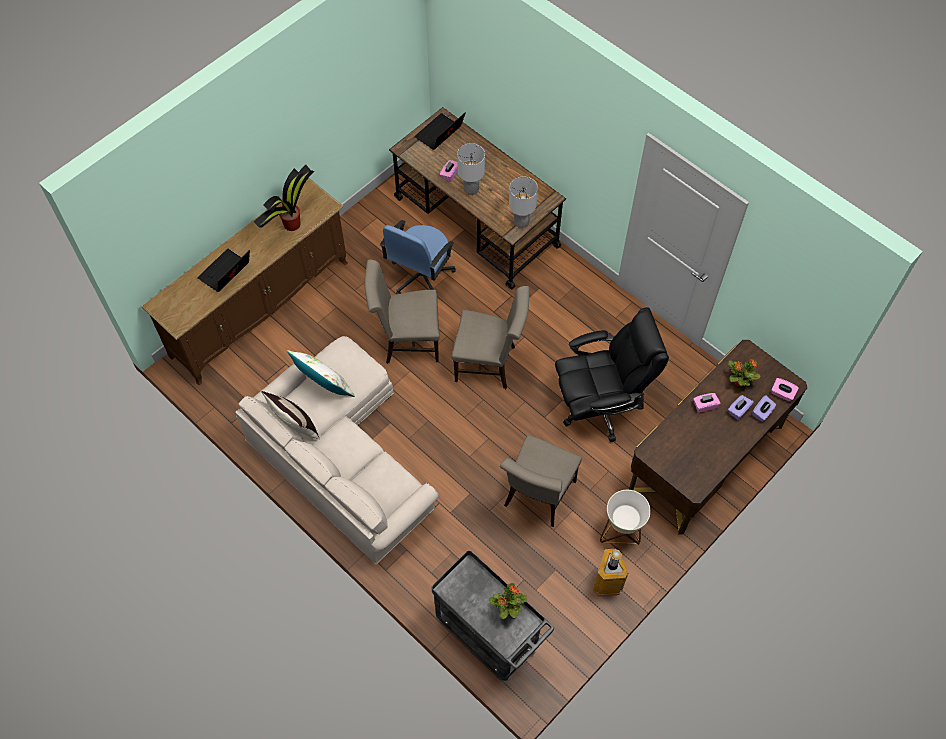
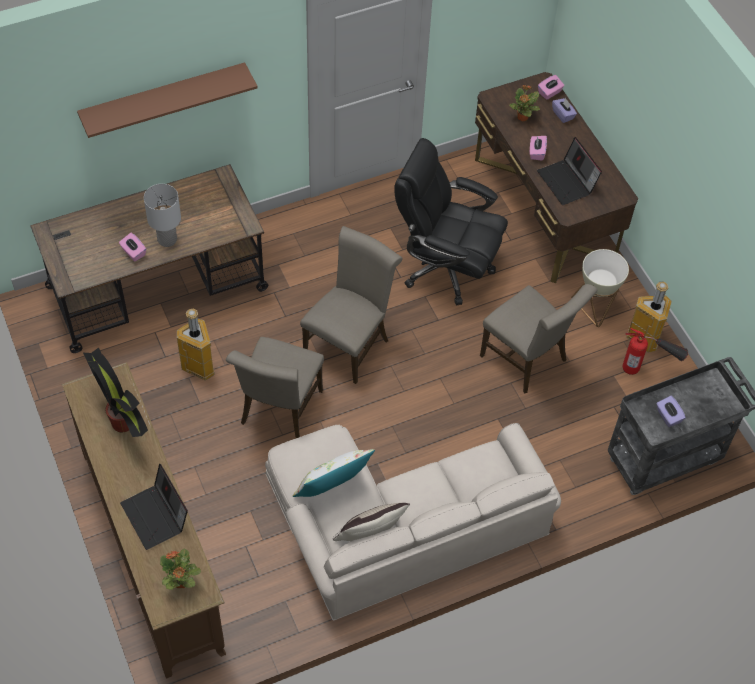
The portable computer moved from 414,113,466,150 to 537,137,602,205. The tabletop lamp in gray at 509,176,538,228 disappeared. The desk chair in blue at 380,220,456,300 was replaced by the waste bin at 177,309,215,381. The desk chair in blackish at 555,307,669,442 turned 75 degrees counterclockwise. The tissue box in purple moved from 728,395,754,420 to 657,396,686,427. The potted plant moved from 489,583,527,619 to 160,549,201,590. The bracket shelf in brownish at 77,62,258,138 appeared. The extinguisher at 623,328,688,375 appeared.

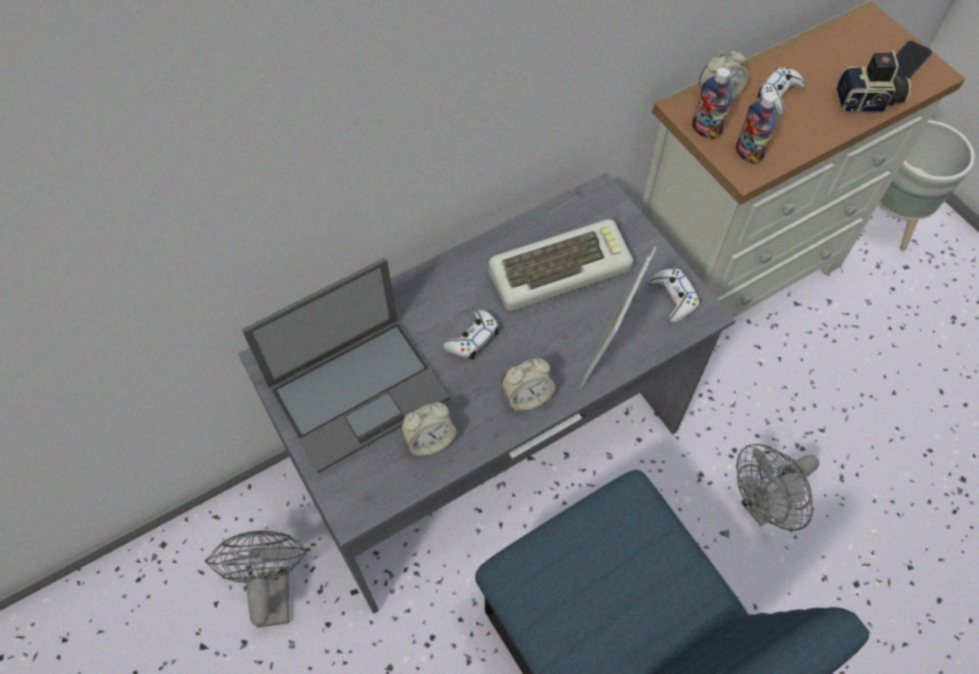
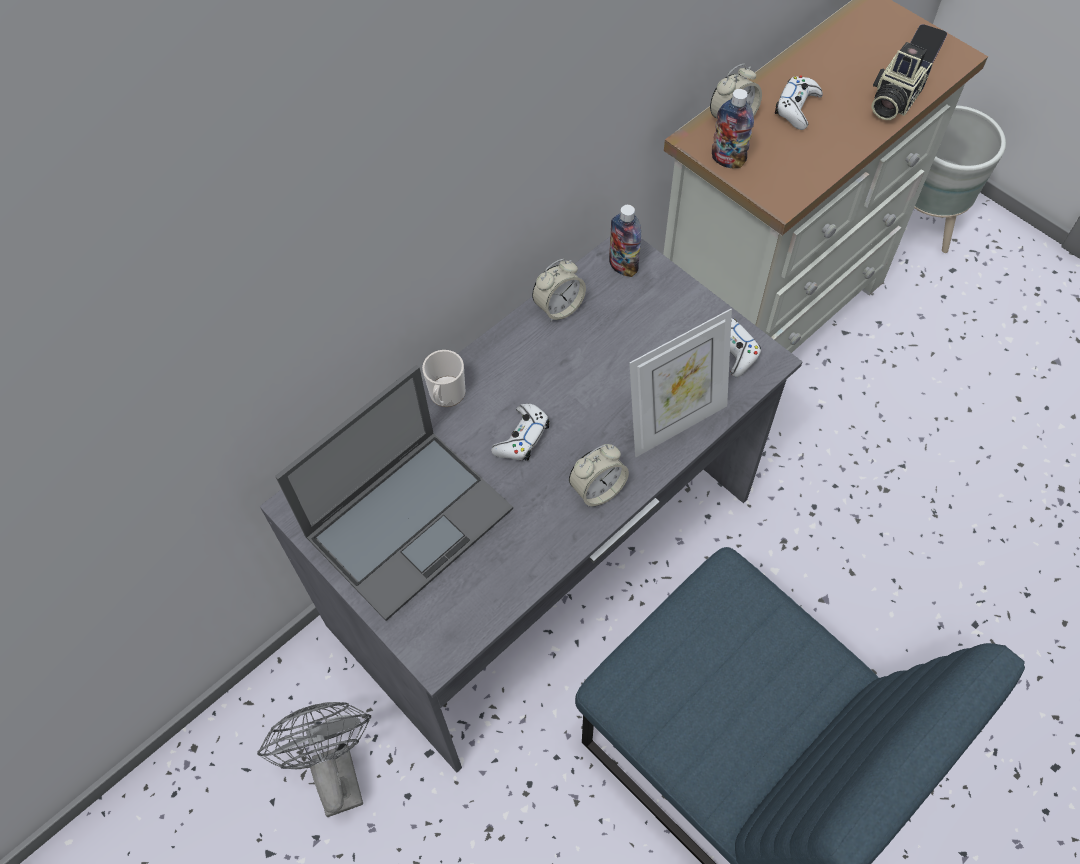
The photo camera at 836,50,911,113 turned 135 degrees clockwise. The drink bottle moved from 736,92,778,164 to 609,205,641,277. The keyboard at 489,219,633,311 disappeared. The standing frame at 580,247,656,388 turned 135 degrees counterclockwise. The alarm clock moved from 401,402,456,456 to 532,258,586,322. The electric fan in gray at 737,444,819,531 disappeared. The tea mug at 422,350,466,407 appeared.

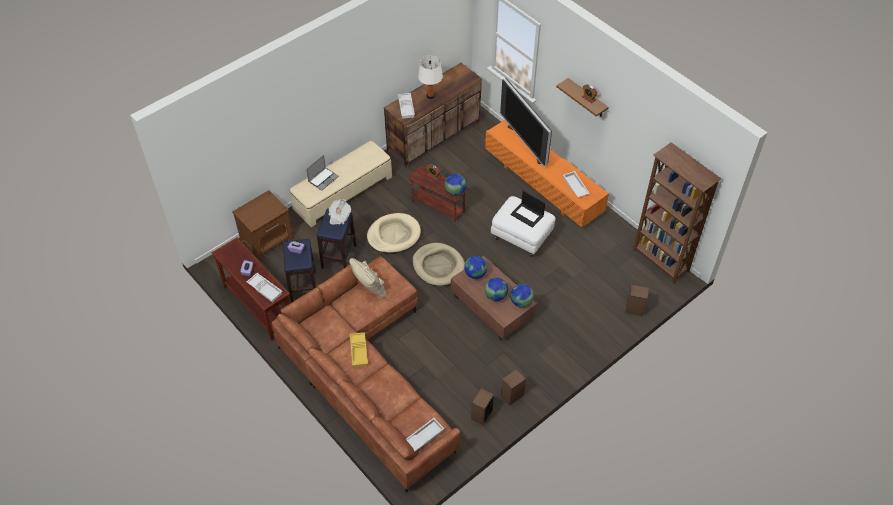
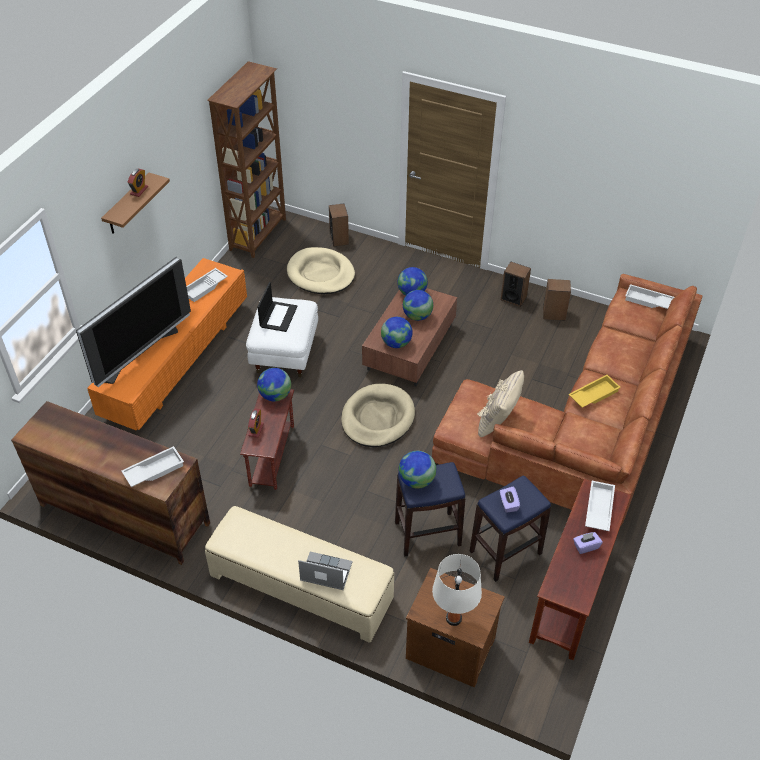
The tabletop lamp in white moved from 418,55,443,99 to 432,554,482,626. The printed paper at 328,199,351,225 was replaced by the world globe at 399,451,436,489. The dog bed in beige moved from 367,213,421,254 to 287,247,355,294.

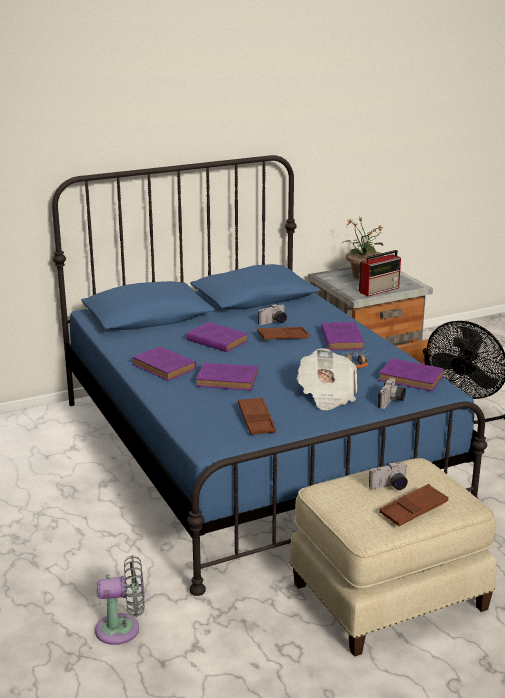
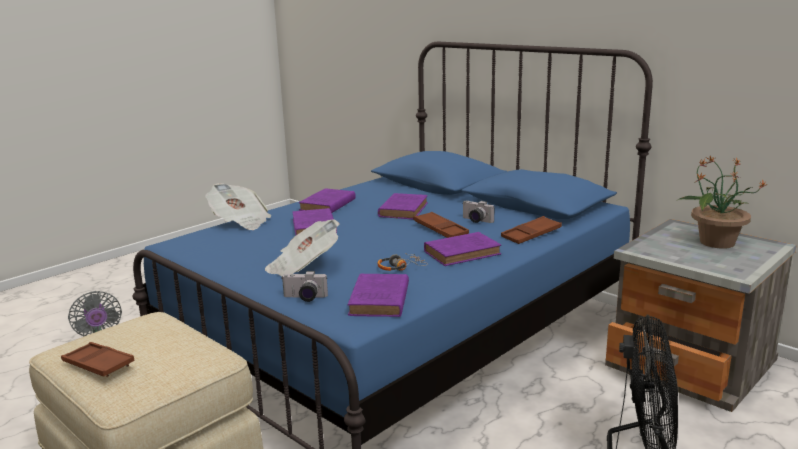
The radio at 359,250,401,296 disappeared. The tray in brownish moved from 238,397,276,435 to 501,216,562,244. The photo camera at 369,462,408,490 disappeared. The printed paper at 205,183,271,230 appeared.

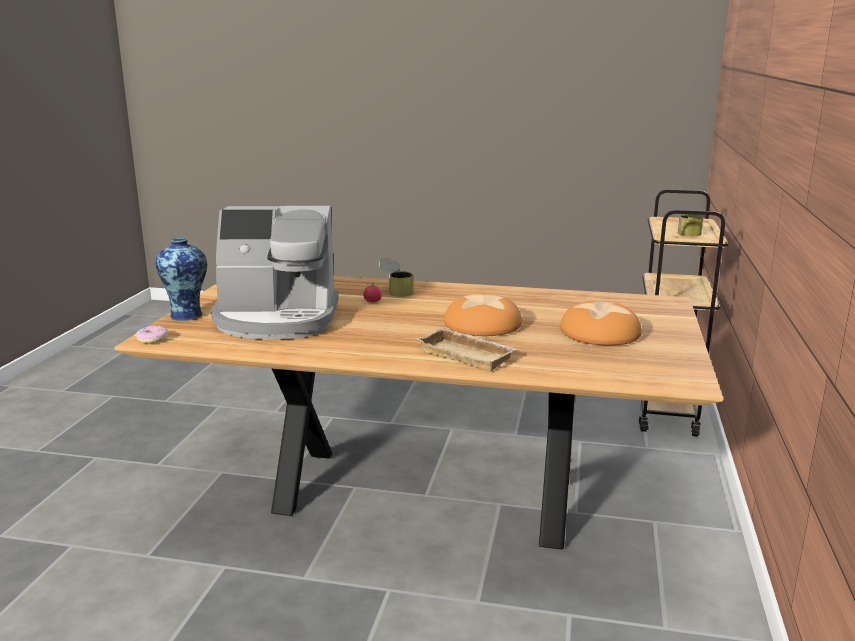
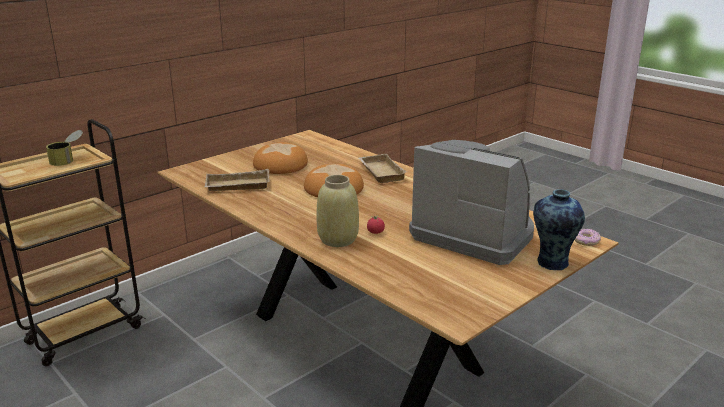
The can at 379,258,414,297 was replaced by the flower vase in beige at 316,175,359,247. The tray in beige at 205,169,270,191 appeared.

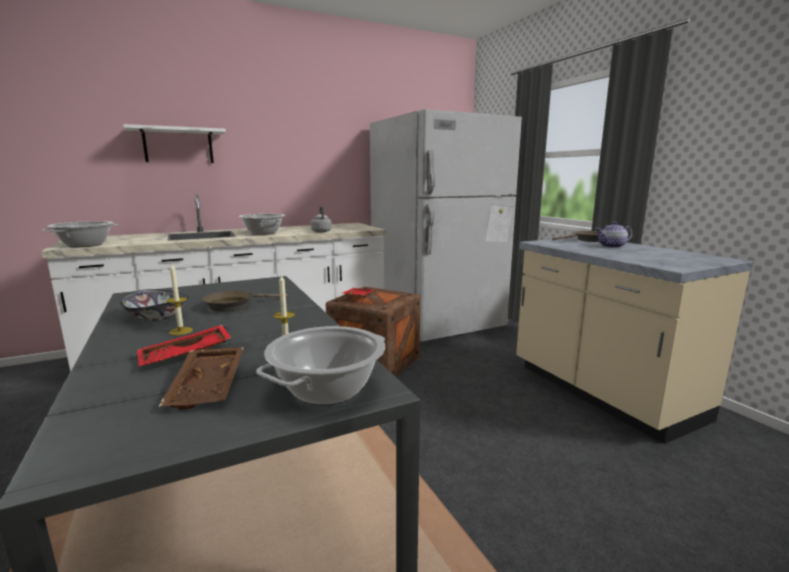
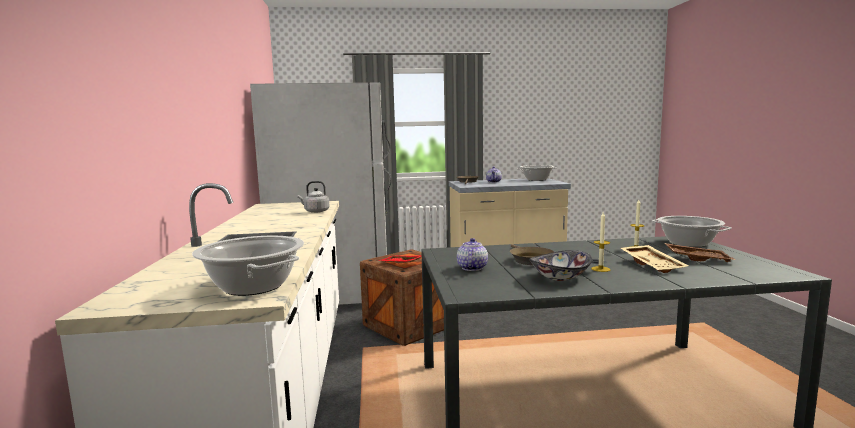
The bracket shelf in white at 123,124,226,163 disappeared. The saucepot moved from 239,214,285,235 to 517,165,556,181. The tray in red-coloured at 137,325,231,366 became the tray in beige at 621,245,689,273. The pot for tea at 457,238,488,271 appeared.

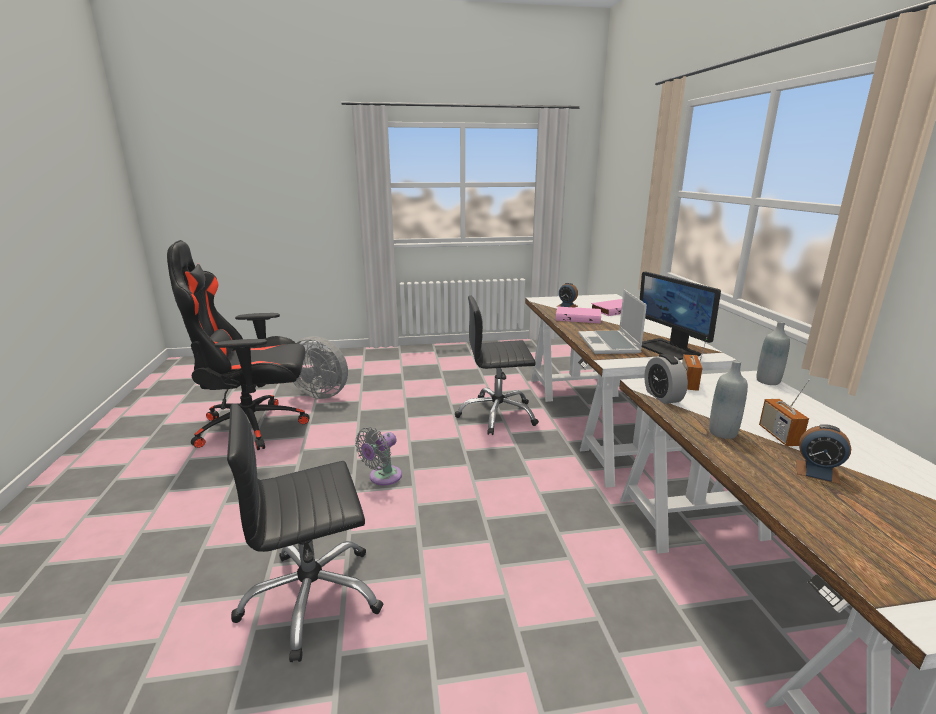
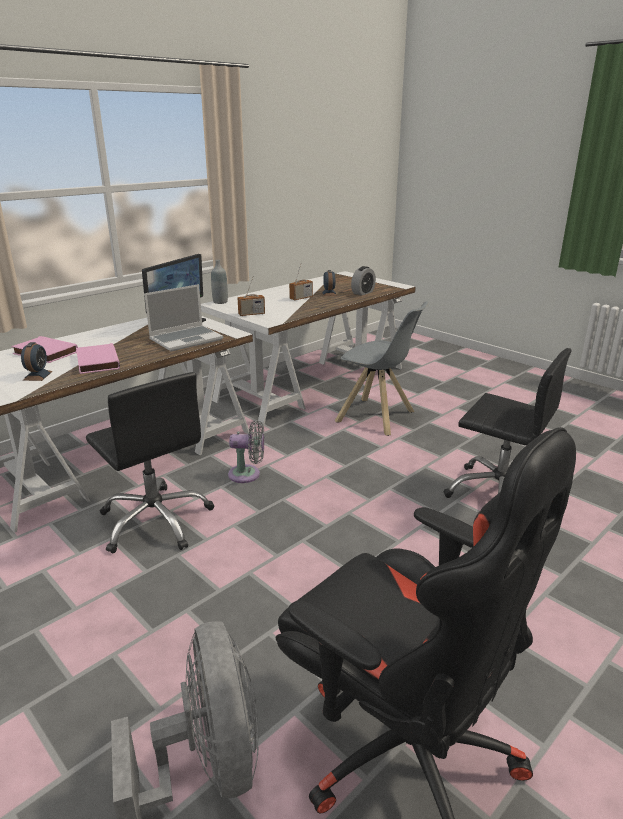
The alarm clock moved from 644,354,688,404 to 351,266,376,295. The drink bottle in gray at 709,360,748,439 disappeared. The electric fan in gray moved from 355,427,402,485 to 228,420,265,483. The upright chair in gray at 335,301,429,436 appeared.

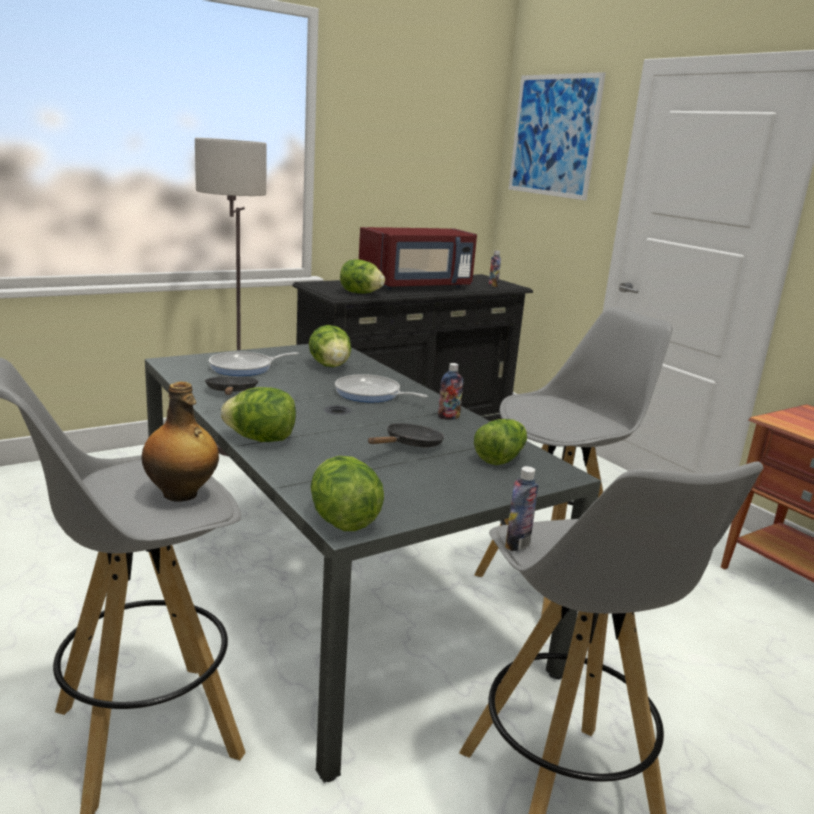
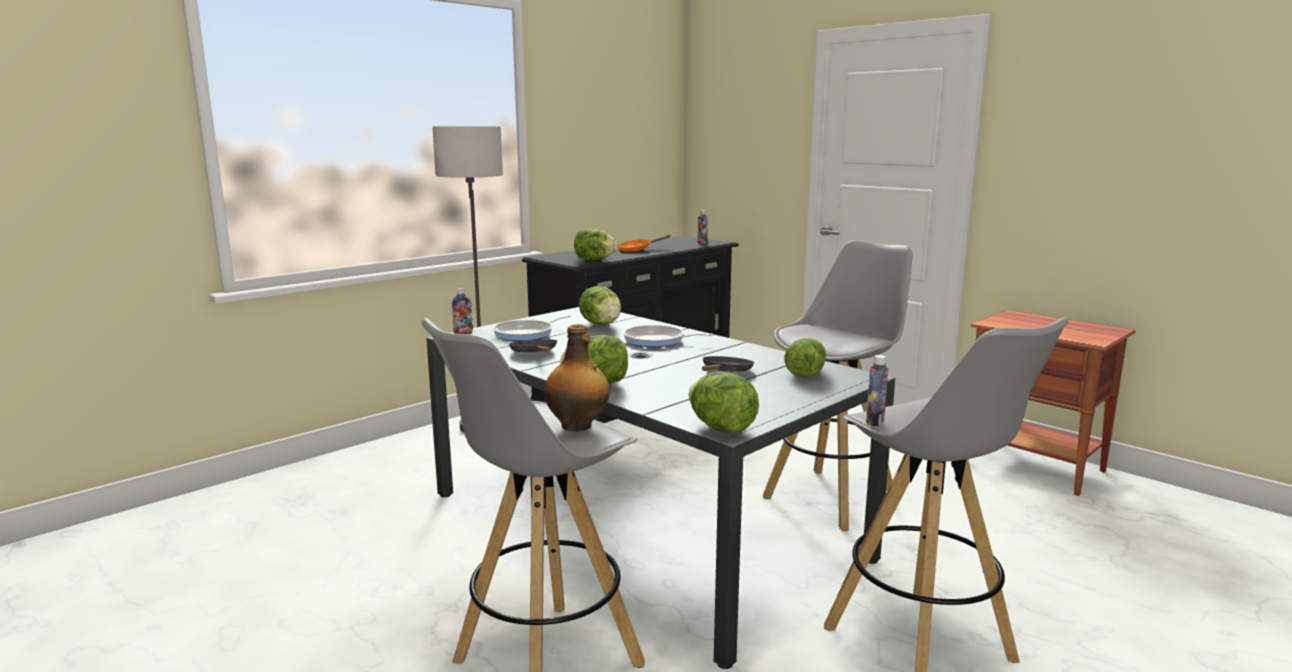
The picture at 509,72,606,200 disappeared. The microwave in red-coloured at 359,227,477,290 was replaced by the pan in orange-coloured at 618,235,670,252. The drink bottle moved from 438,363,463,420 to 452,288,473,334.

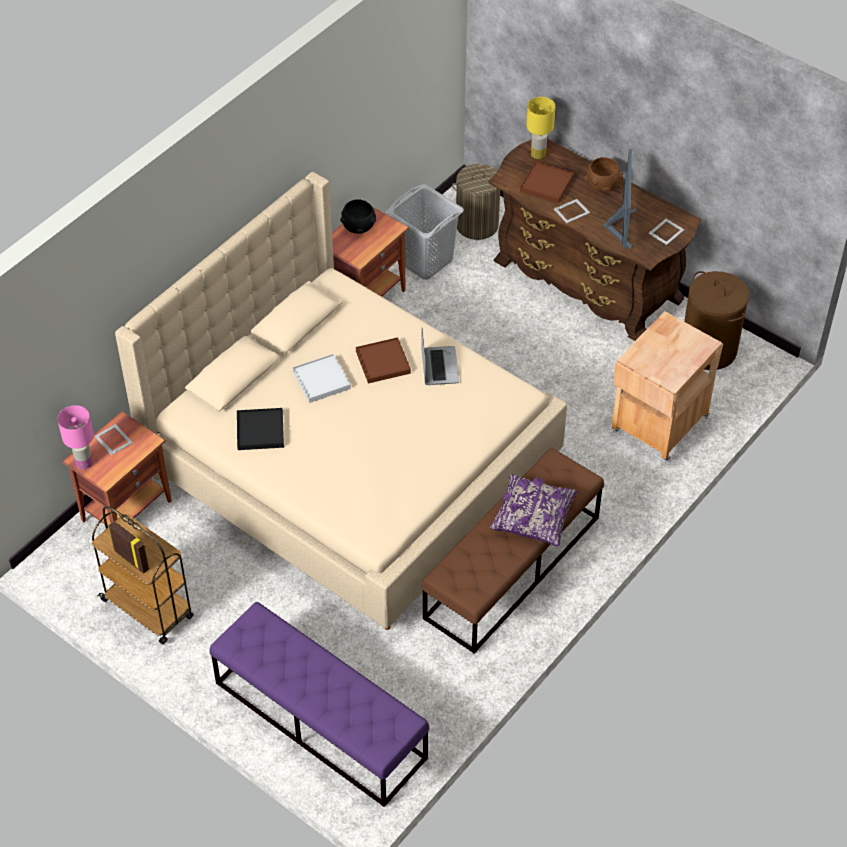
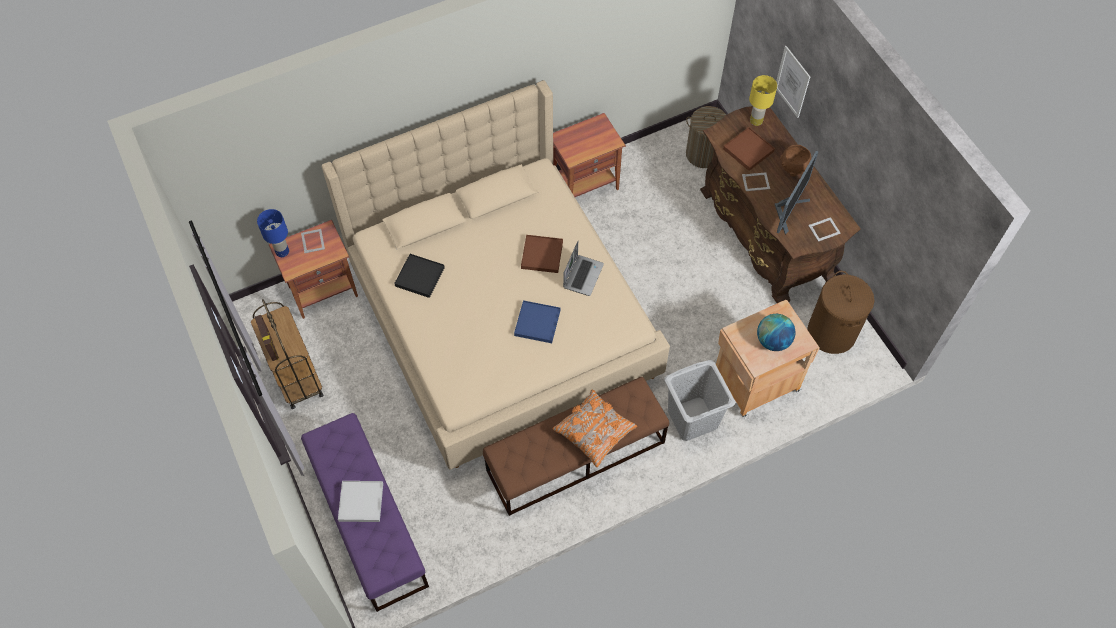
The laundry basket in gray moved from 386,184,464,280 to 665,360,735,441. The bowl in blackish at 340,199,376,234 disappeared. The tray in white moved from 292,354,351,403 to 338,481,383,522. The tabletop lamp in pinkish at 58,405,94,469 became the tabletop lamp in blue at 257,209,289,257. The cushion in purple at 490,474,578,547 became the cushion in orange-coloured at 552,389,637,467. The picture at 776,46,810,118 appeared. The tray in blue at 514,300,560,343 appeared. The world globe at 757,314,796,351 appeared.

